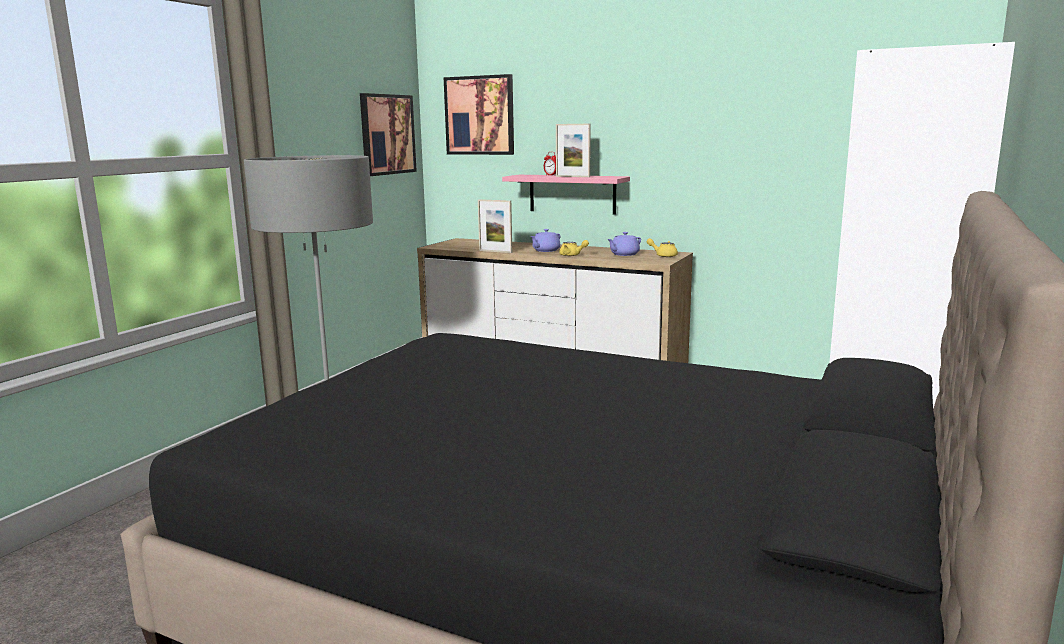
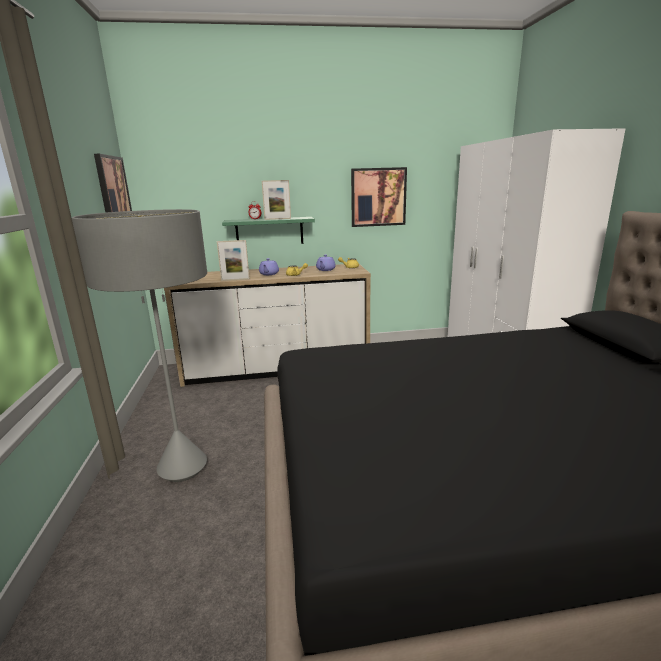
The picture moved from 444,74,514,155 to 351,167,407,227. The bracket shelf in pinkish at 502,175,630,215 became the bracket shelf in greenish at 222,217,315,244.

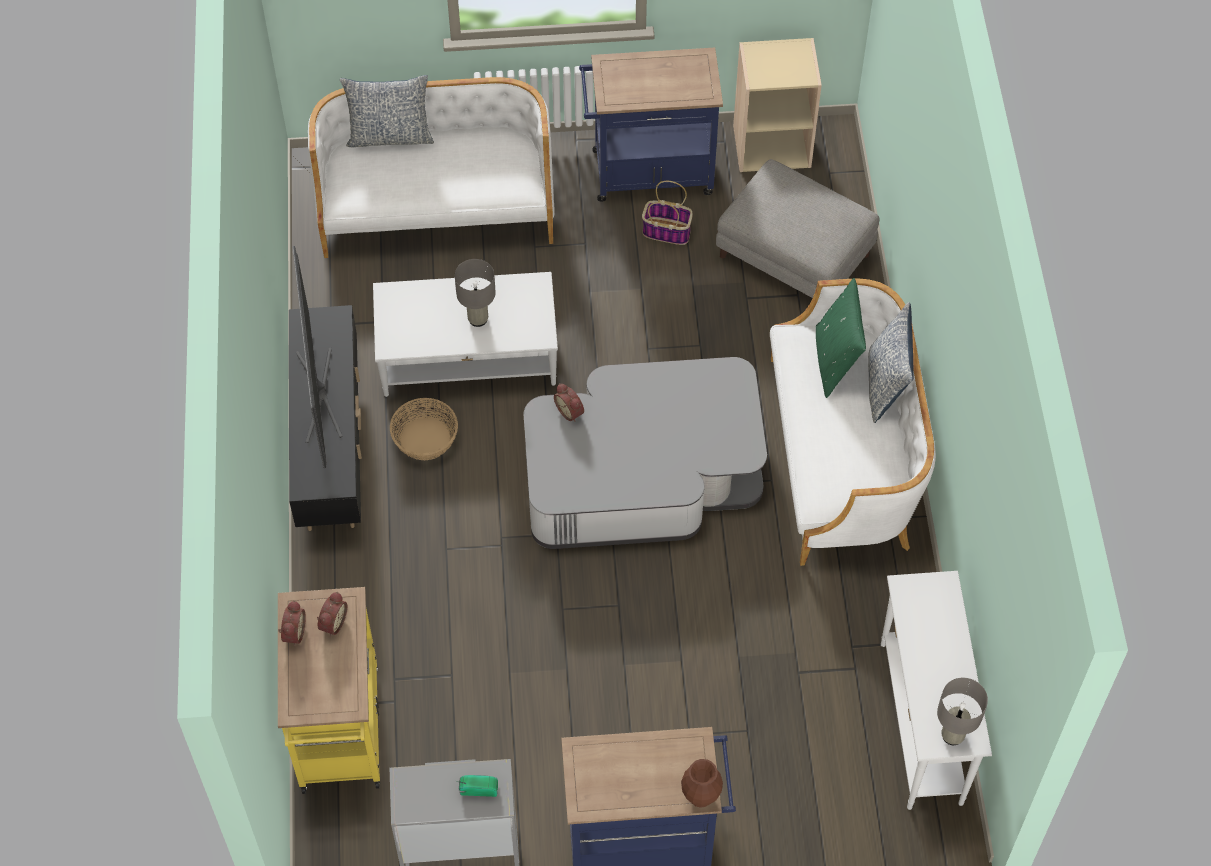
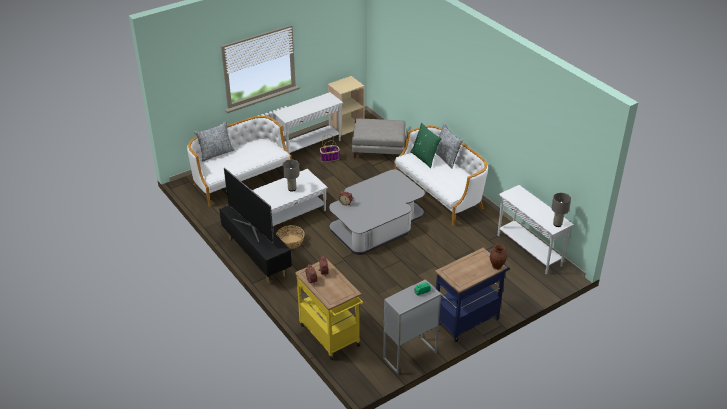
The wheeled cart in blue at 579,48,723,202 was replaced by the hall table in white at 273,92,343,153.

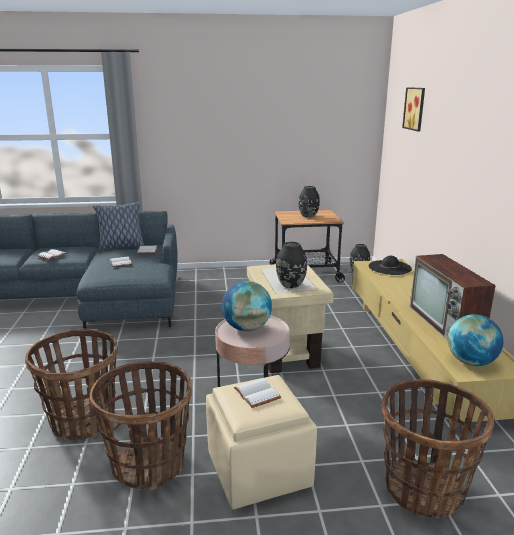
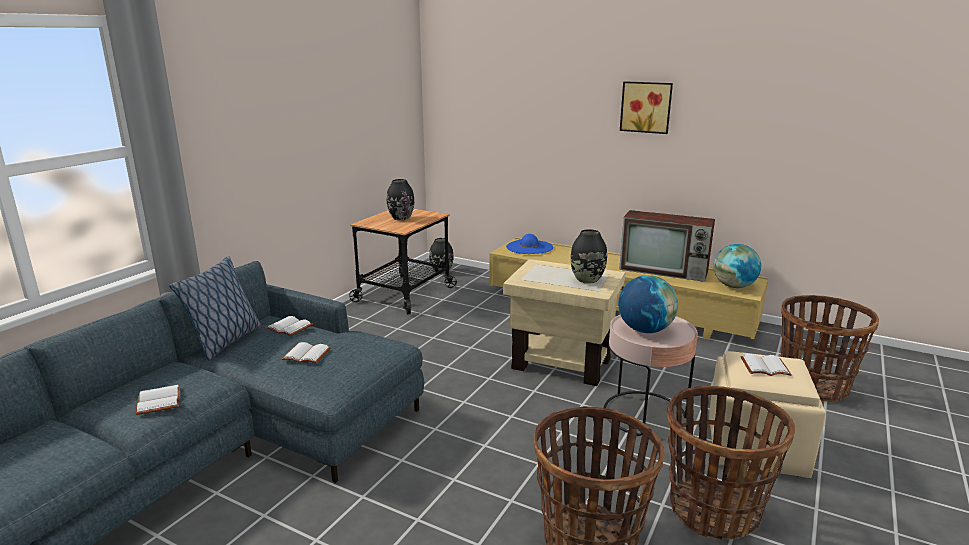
The picture moved from 402,87,425,132 to 620,81,673,134. The wearable hat in blackish at 369,256,412,275 became the wearable hat in blue at 506,234,553,254.

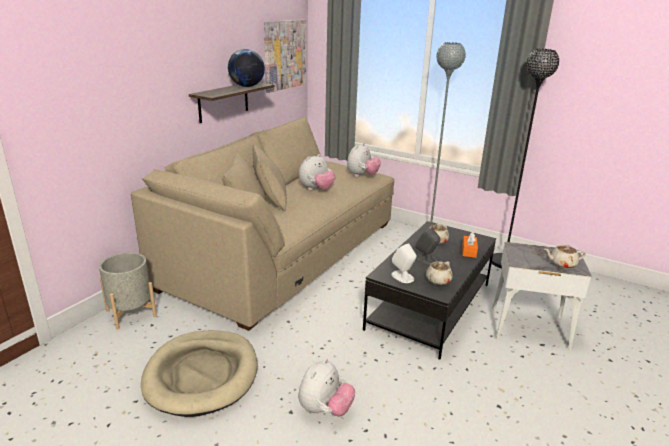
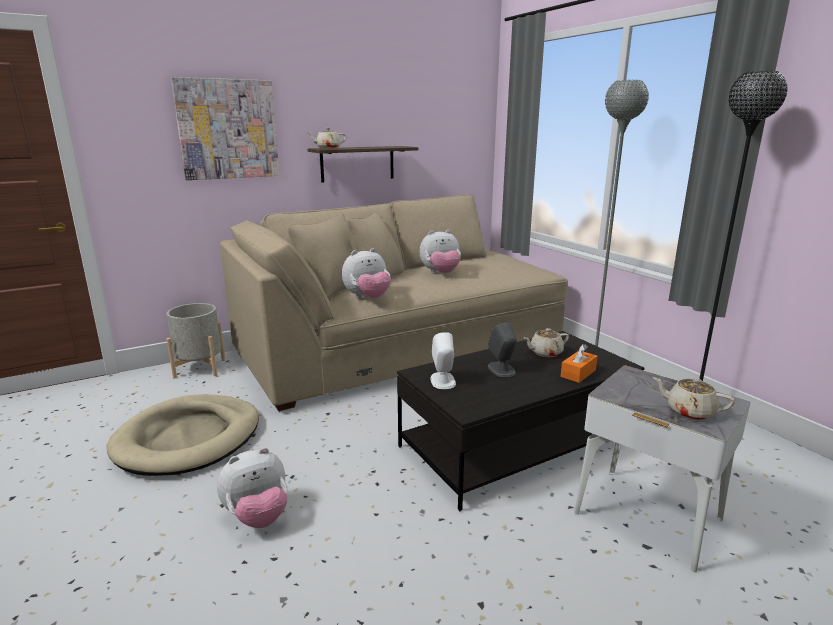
The picture moved from 264,19,306,93 to 171,77,280,180. The world globe at 228,49,265,87 disappeared. The cuddly toy moved from 347,143,381,177 to 342,248,391,299. The pot for tea in beige moved from 426,261,453,285 to 307,128,347,149.

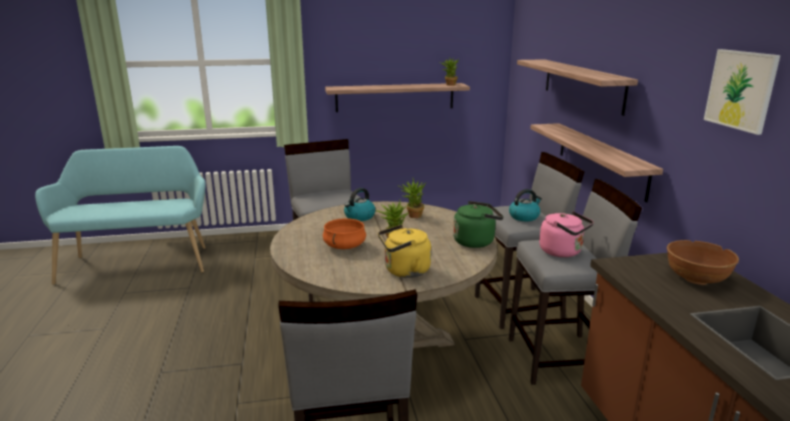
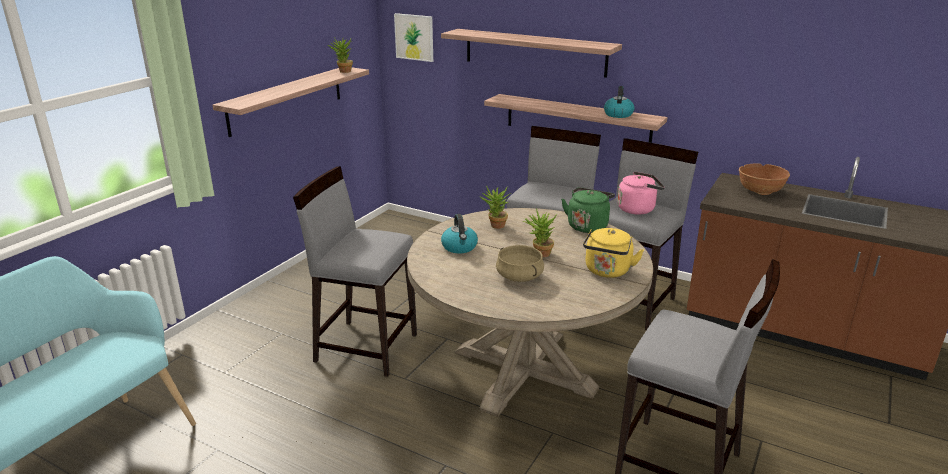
The picture moved from 704,49,781,135 to 394,13,433,62. The tea kettle moved from 509,189,542,221 to 604,86,635,118. The saucepot in orange-coloured at 323,218,366,249 became the saucepot in beige at 496,245,544,282.

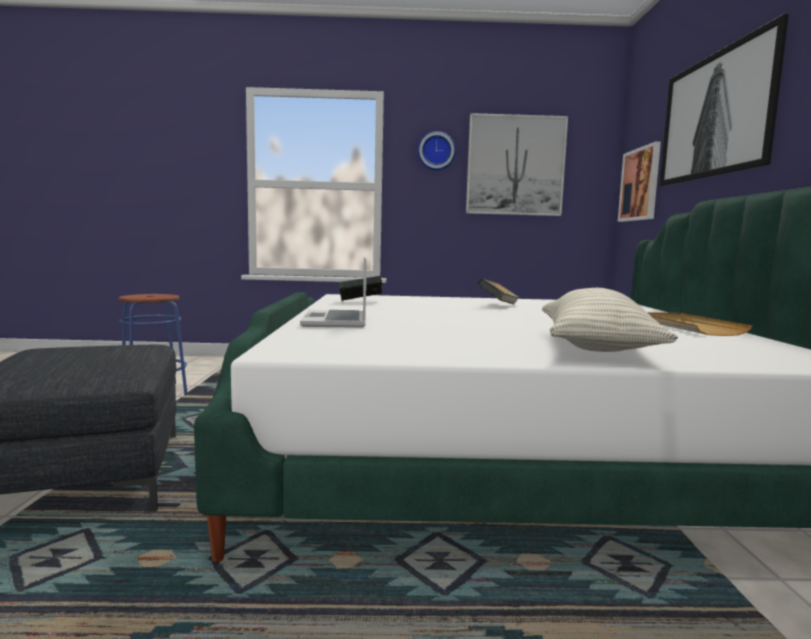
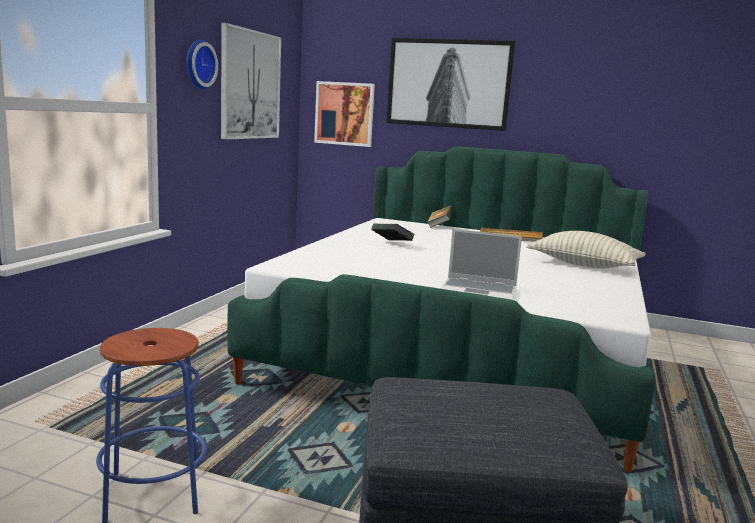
The volume moved from 339,276,382,301 to 427,205,453,228.

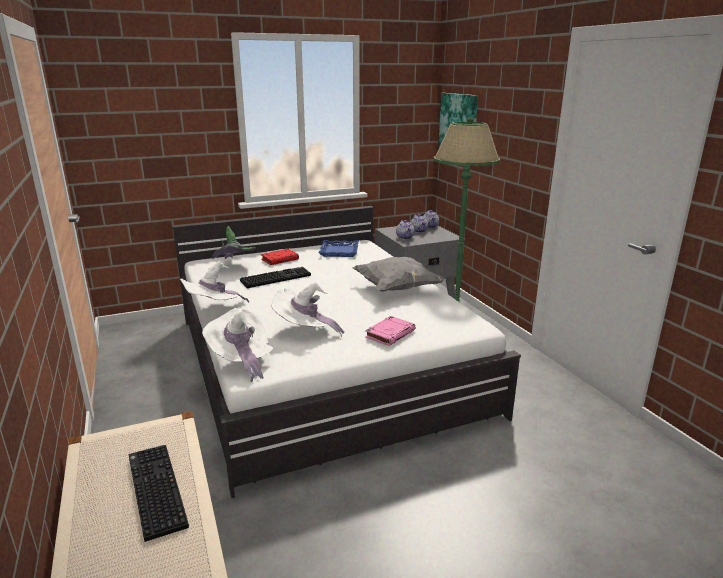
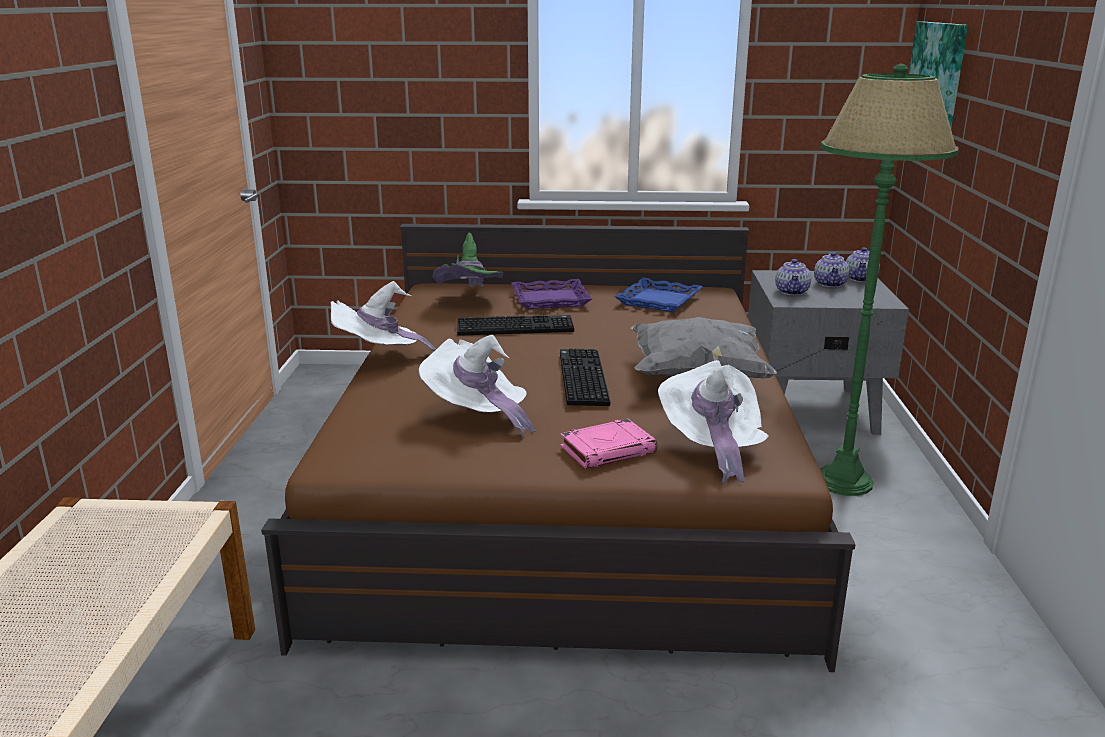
The bed in white at 172,206,521,498 became the bed in brownish at 261,224,855,672. The volume in red-coloured at 261,249,299,265 was replaced by the tray in purple at 511,279,592,309. The wearable hat in white moved from 202,308,273,382 to 658,360,769,483. The keyboard moved from 129,445,189,542 to 560,348,610,406.

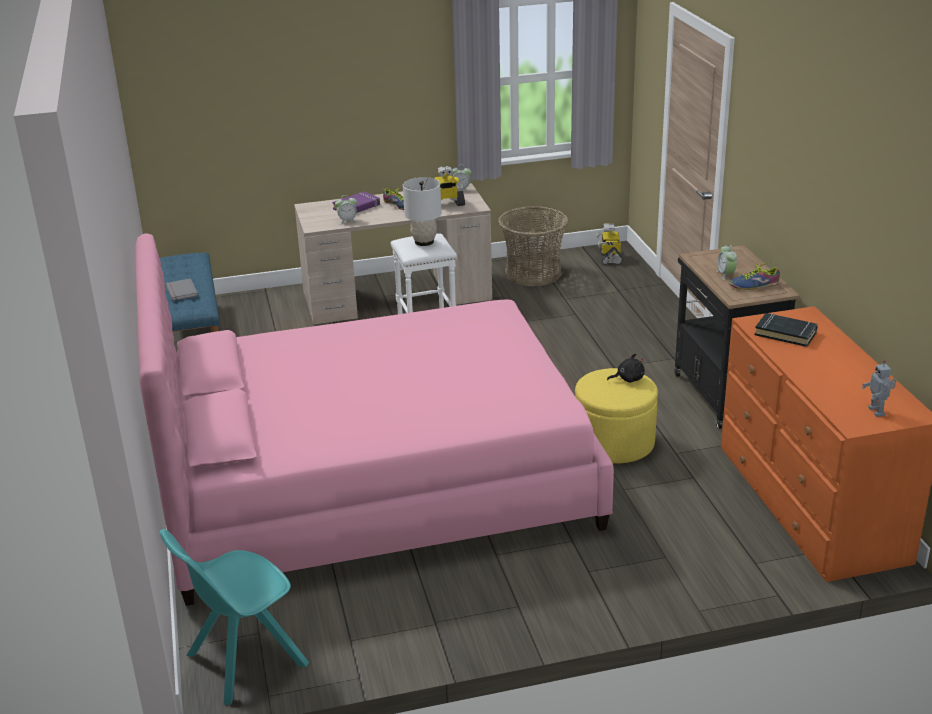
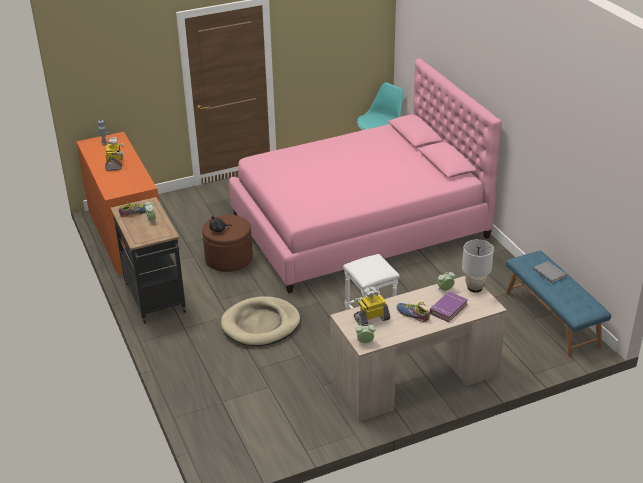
The tabletop lamp in white moved from 403,177,441,246 to 462,239,494,293. The household basket at 498,206,569,286 disappeared. The robot figure moved from 596,223,623,265 to 105,137,124,171. The volume in blackish at 755,313,818,347 disappeared. The footrest in yellow at 575,368,658,463 became the footrest in brownish at 202,215,253,272. The dog bed in beige at 221,296,300,346 appeared.

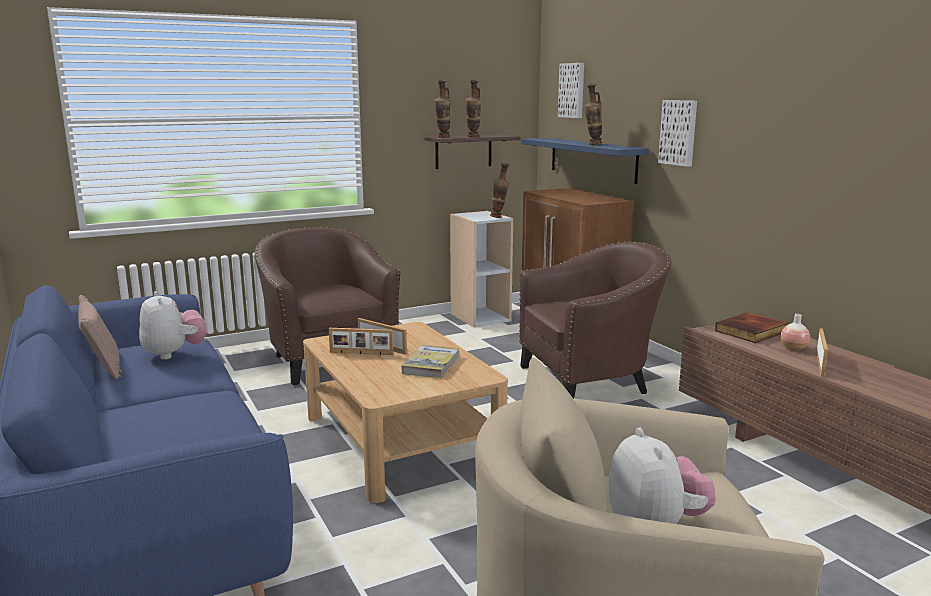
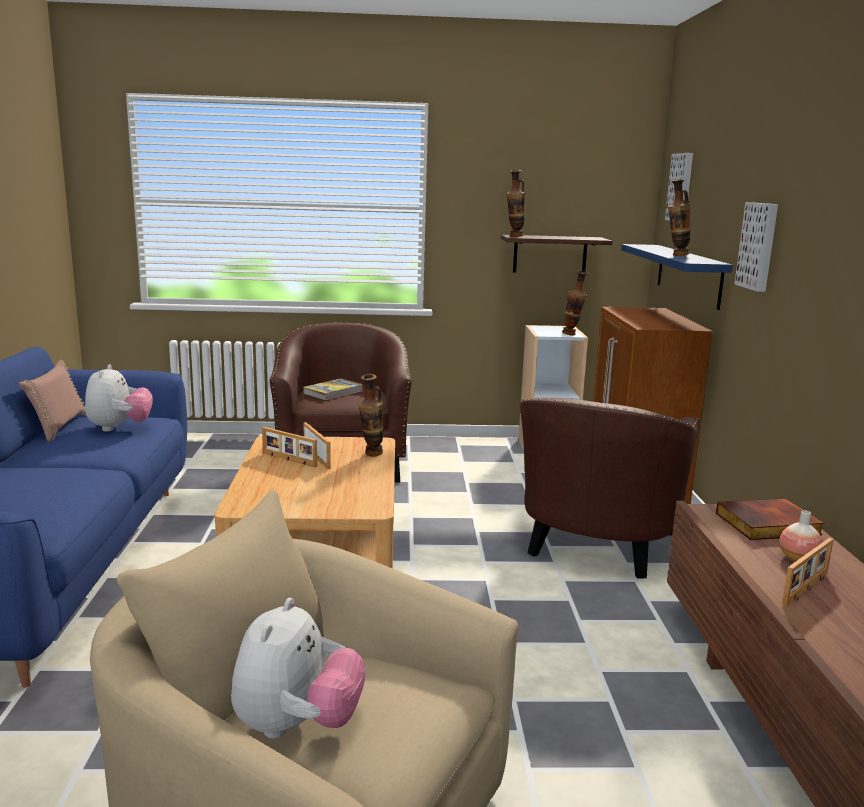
The flower vase moved from 465,80,482,137 to 358,374,383,457. The lounge chair in brownish at 519,241,671,398 turned 105 degrees clockwise. The volume moved from 401,345,460,378 to 303,378,363,400.

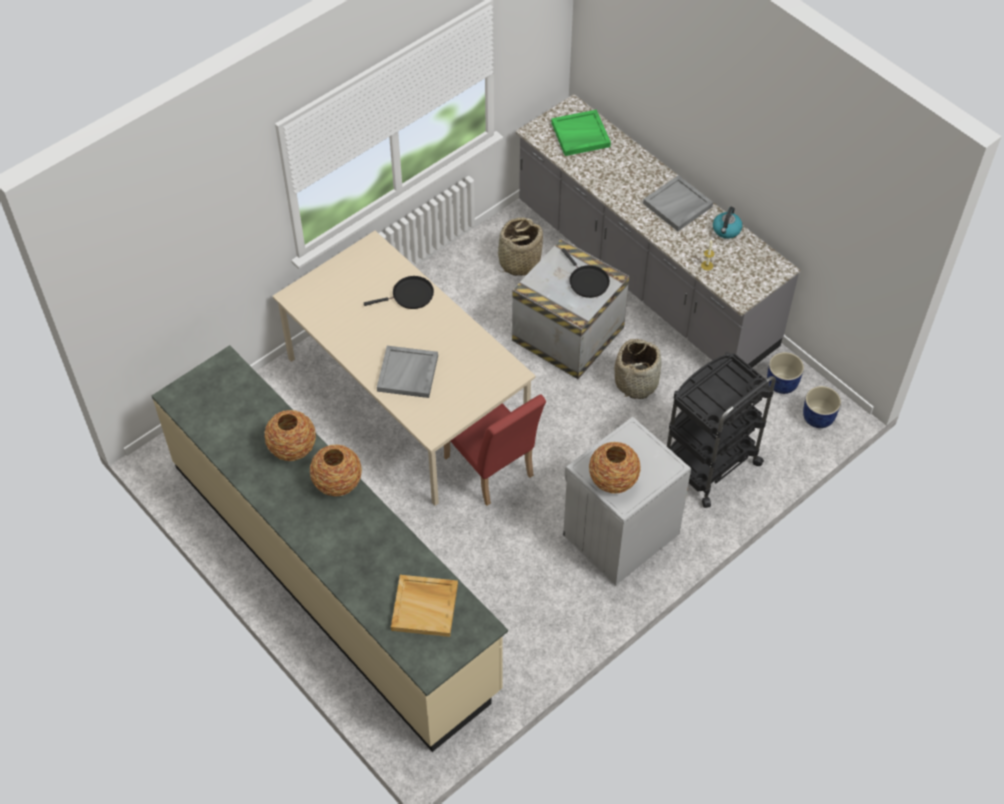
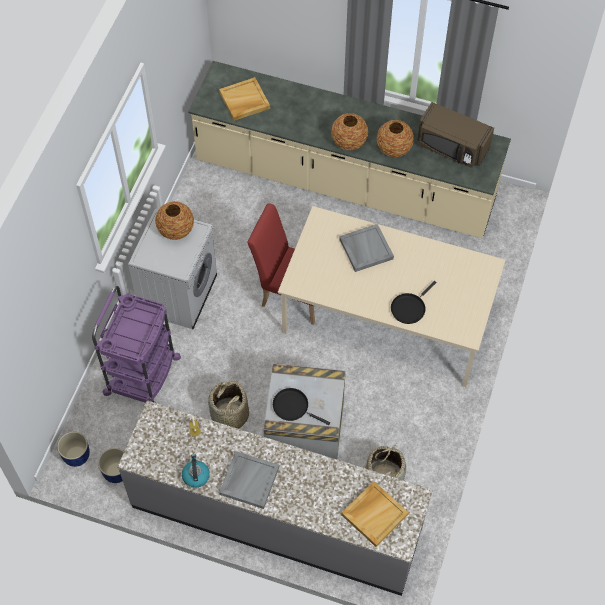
The tray in greenish at 551,110,611,156 became the tray in beige at 341,481,409,547. The wheeled cart in blackish at 667,352,776,508 became the wheeled cart in purple at 92,286,181,403. The microwave in brownish at 417,102,494,168 appeared.

